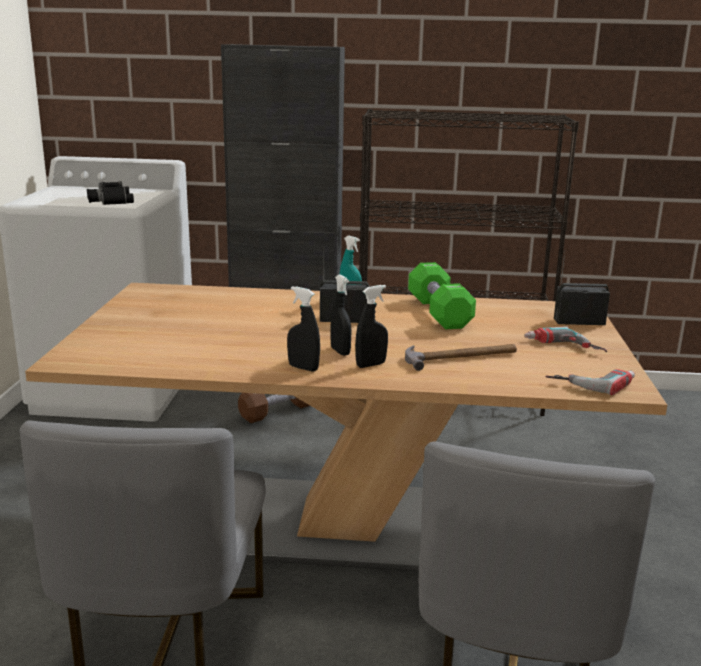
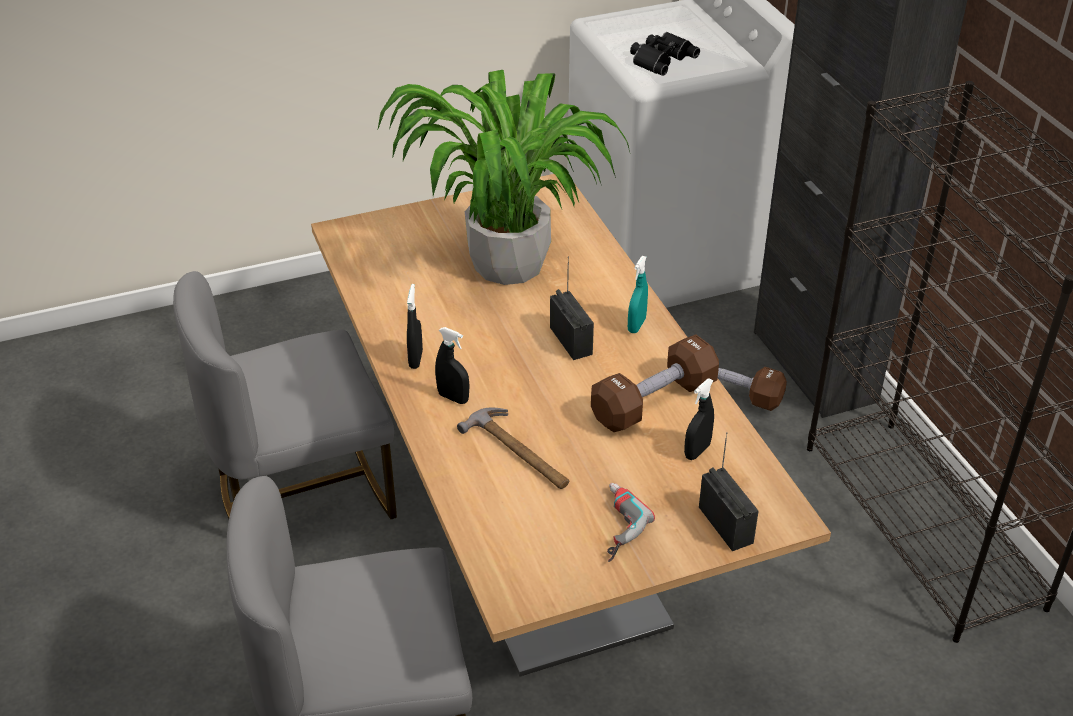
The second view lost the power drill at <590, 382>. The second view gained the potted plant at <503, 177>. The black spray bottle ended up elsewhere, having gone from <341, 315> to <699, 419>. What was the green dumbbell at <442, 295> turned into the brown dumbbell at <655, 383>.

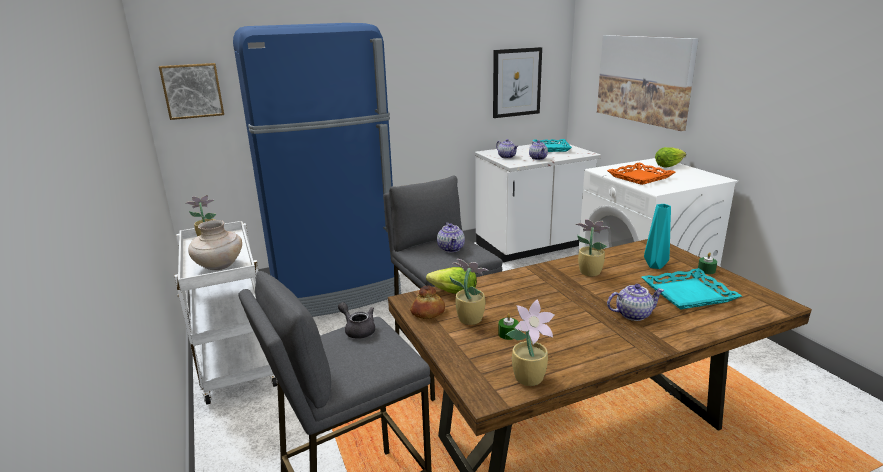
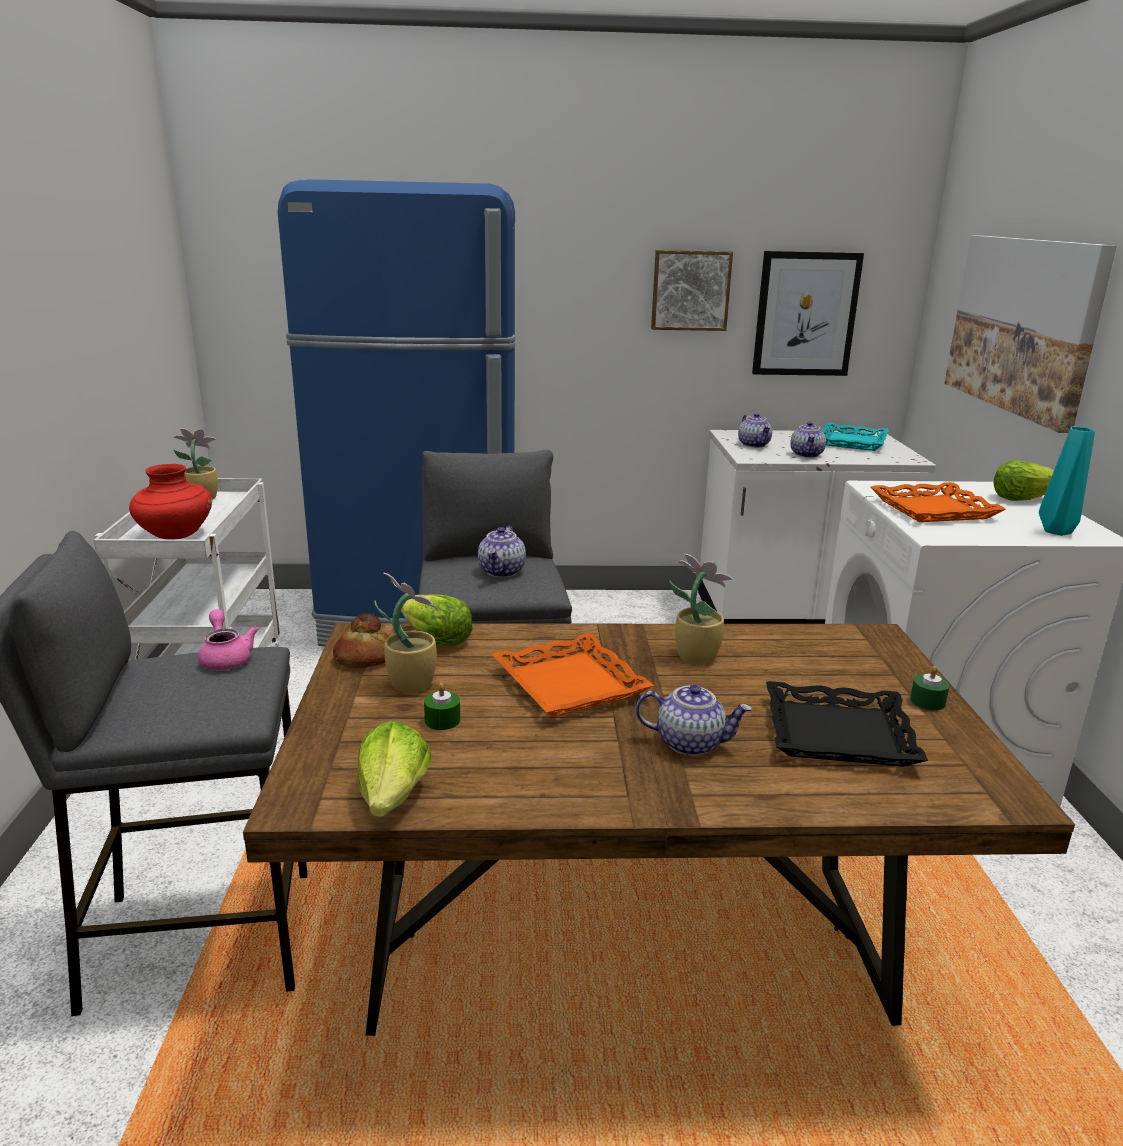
The second view gained the orange tray at <573, 675>. The picture ended up elsewhere, having gone from <191, 91> to <692, 290>. The turquoise vase ended up elsewhere, having gone from <657, 236> to <1067, 481>. Where the potted plant stood at <530, 343>, the lettuce came to stand at <394, 769>. What was the beige vase at <215, 245> turned into the red vase at <170, 501>. What was the grey teapot at <356, 320> turned into the pink teapot at <228, 639>. What was the turquoise tray at <692, 289> turned into the black tray at <847, 724>.

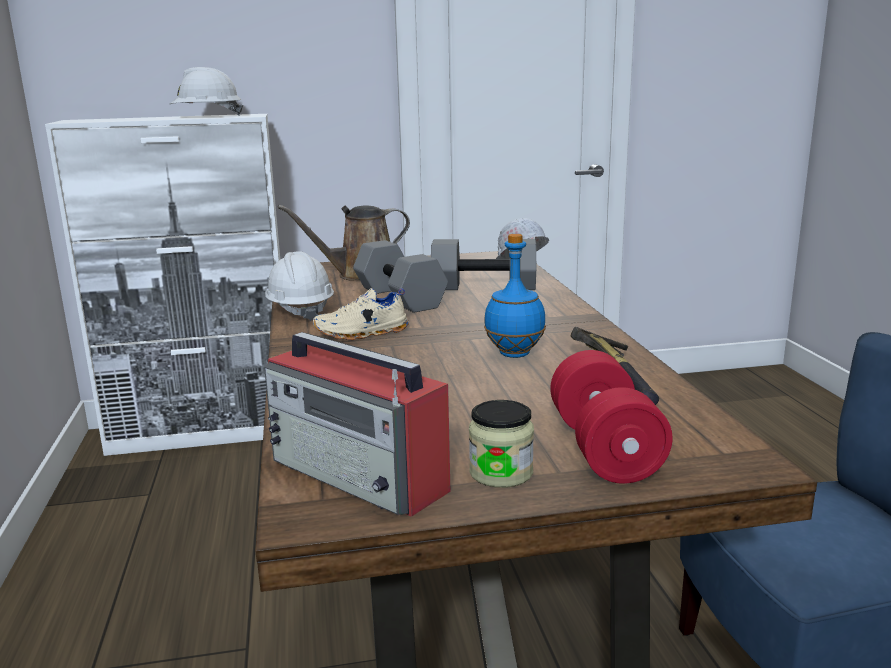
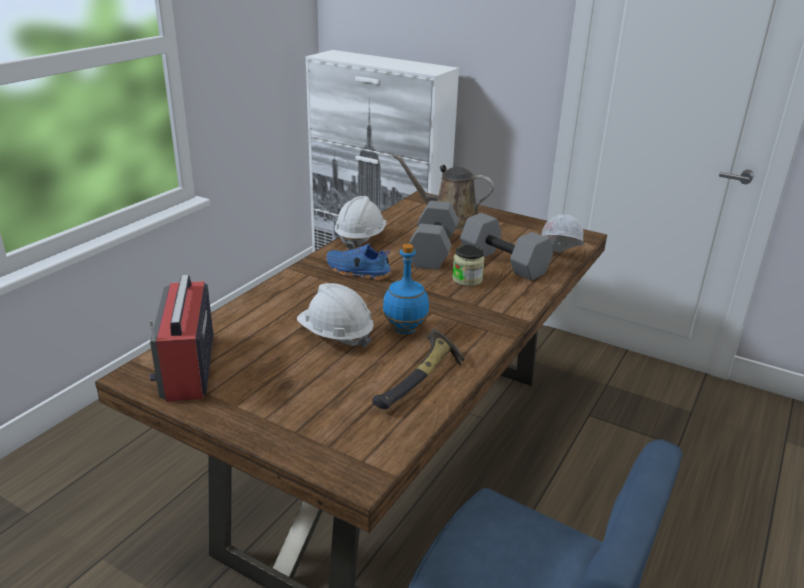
The second view lost the red dumbbell at <611, 417>. The white hard hat ended up elsewhere, having gone from <206, 91> to <335, 315>. The jar ended up elsewhere, having gone from <501, 444> to <468, 265>. What was the beige shoe at <361, 314> turned into the blue shoe at <359, 261>.

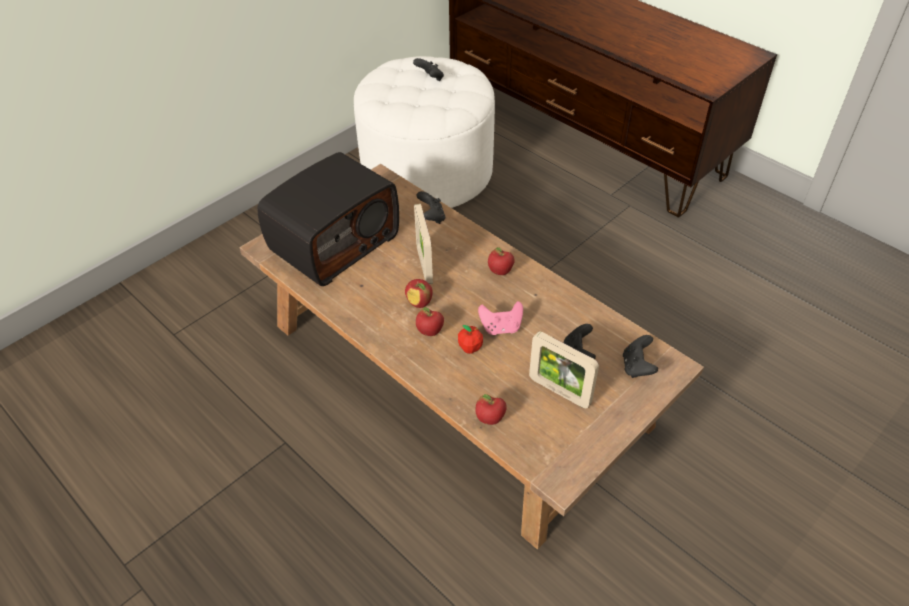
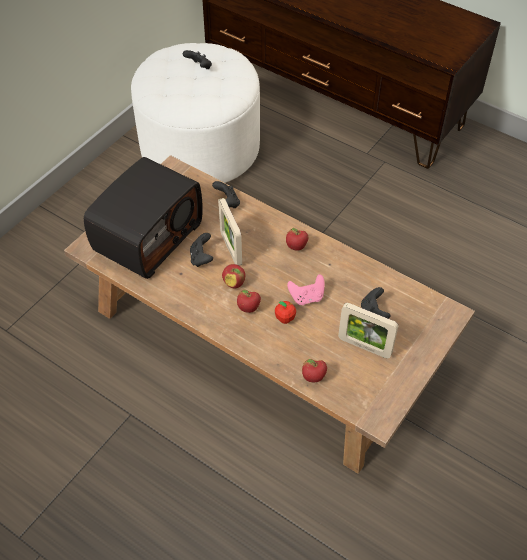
The black game controller ended up elsewhere, having gone from <640, 356> to <201, 250>.

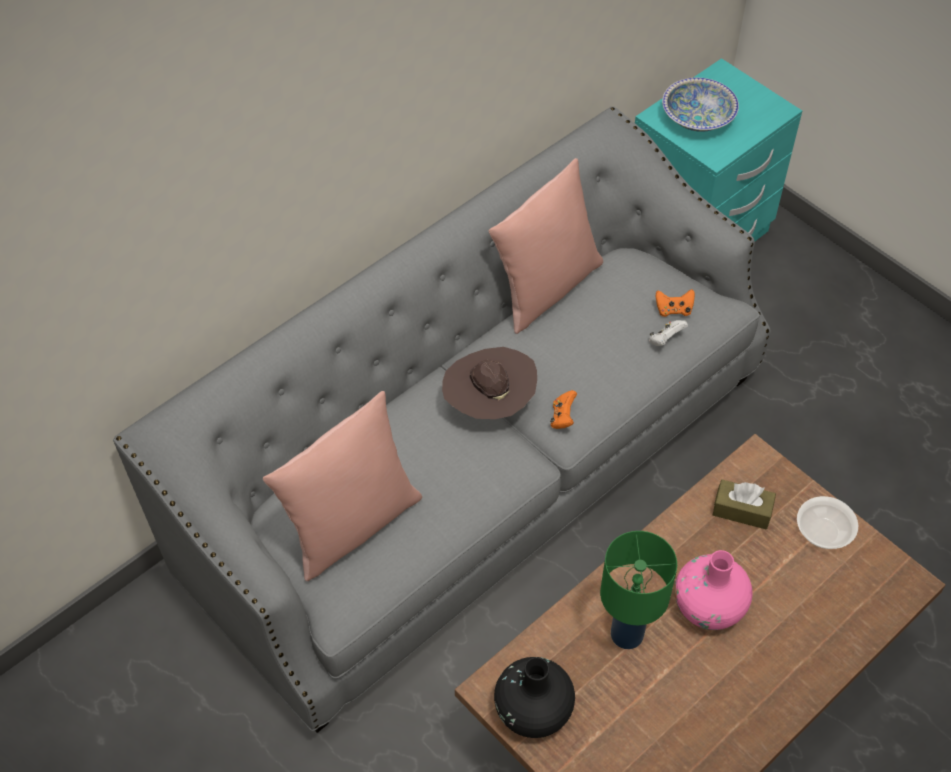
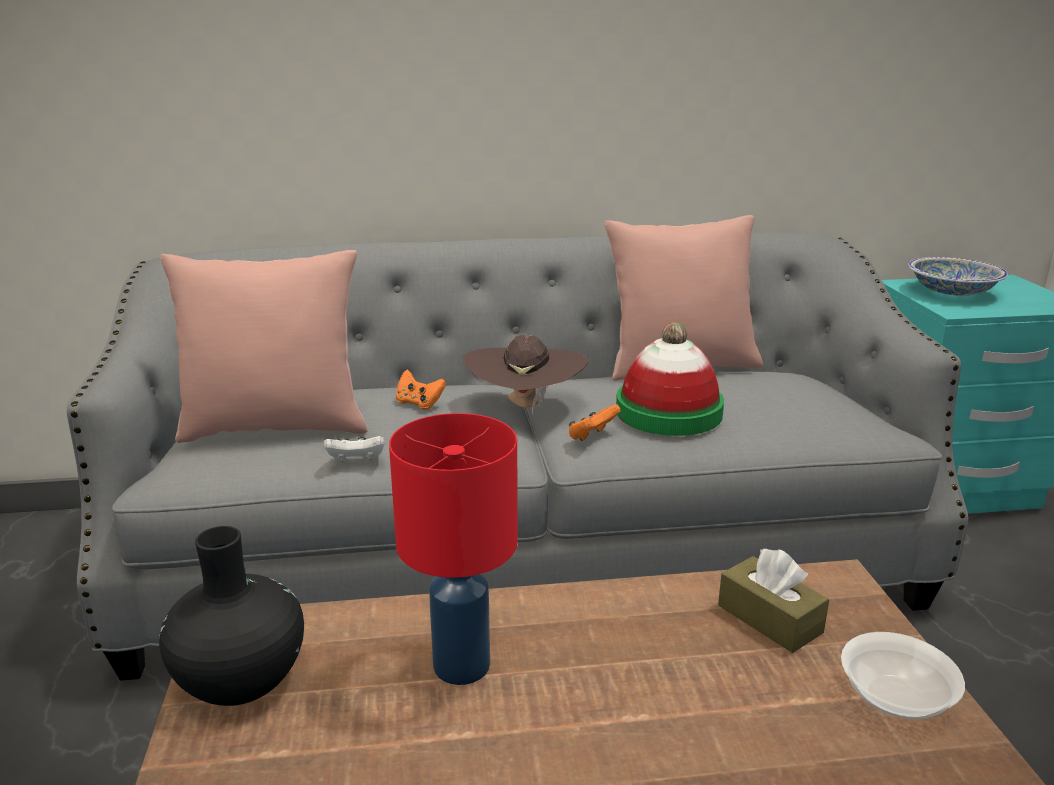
The second view lost the pink vase at <713, 590>. The second view gained the hat at <670, 379>. The white game controller ended up elsewhere, having gone from <668, 333> to <354, 449>. The orange game controller ended up elsewhere, having gone from <675, 303> to <421, 390>. What was the green table lamp at <638, 590> turned into the red table lamp at <453, 549>.

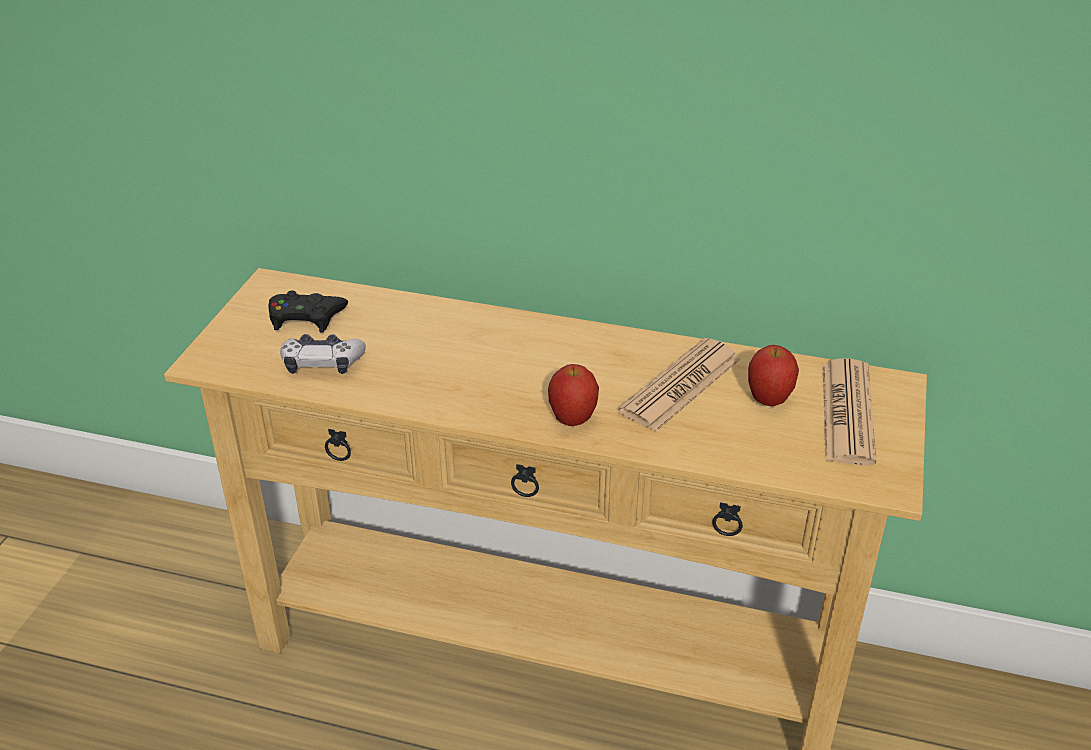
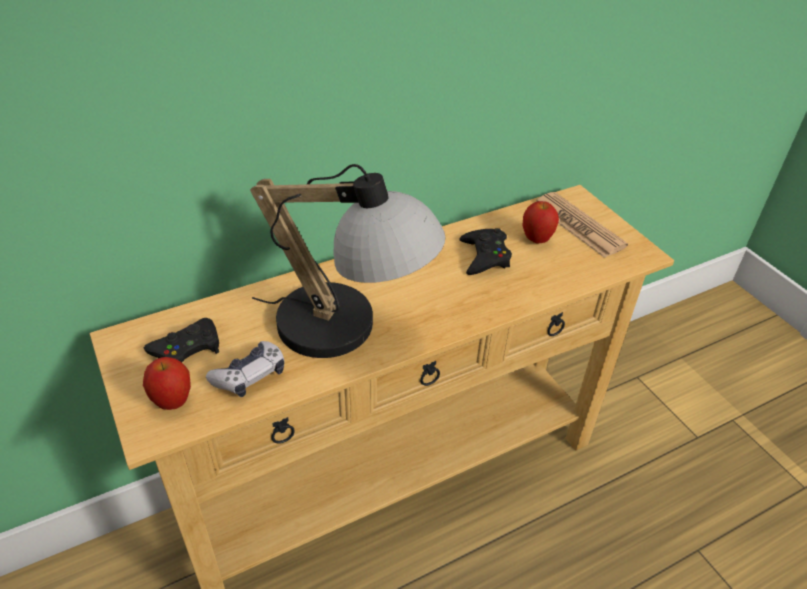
The second view gained the table lamp at <348, 261>. The apple ended up elsewhere, having gone from <573, 395> to <167, 383>. Where the newspaper stood at <679, 385>, the black game controller came to stand at <485, 251>.

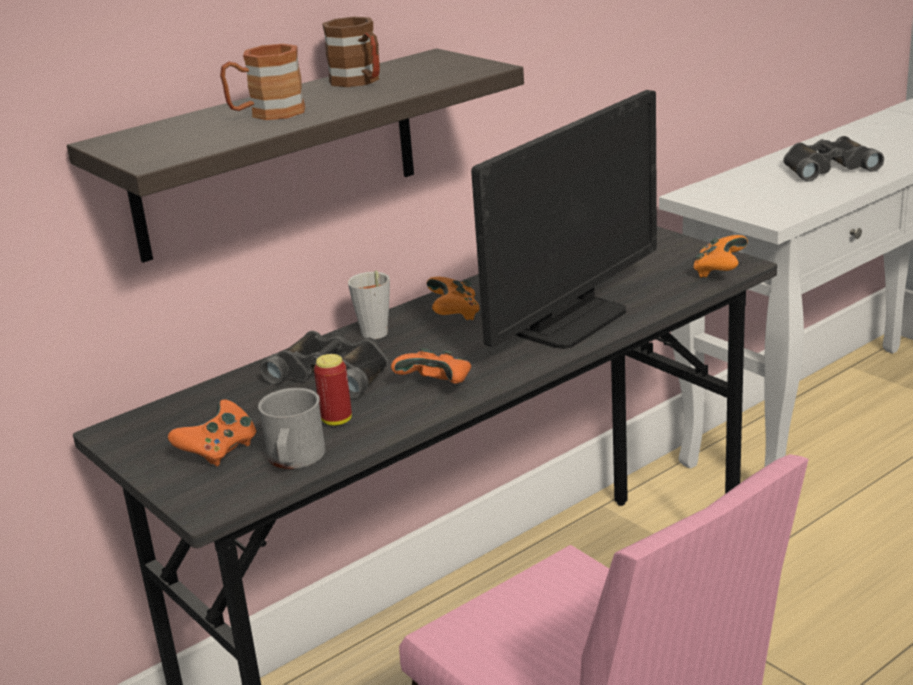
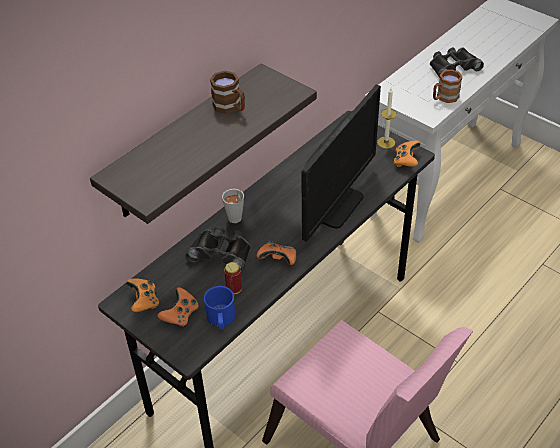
The second view gained the candle at <387, 119>. The brown mug ended up elsewhere, having gone from <262, 82> to <448, 86>. The orange game controller ended up elsewhere, having gone from <453, 298> to <142, 295>. What was the grey mug at <291, 428> turned into the blue mug at <219, 308>.

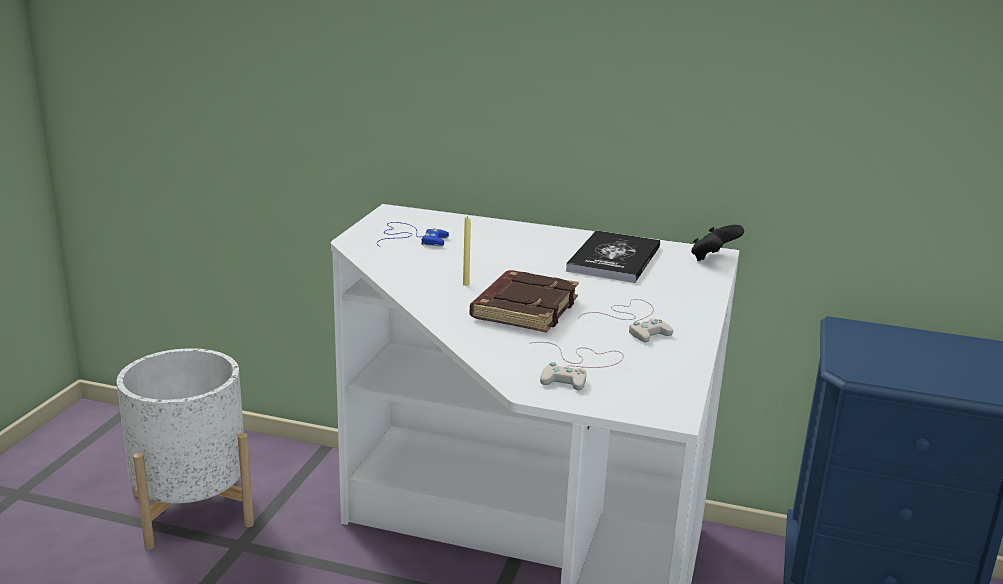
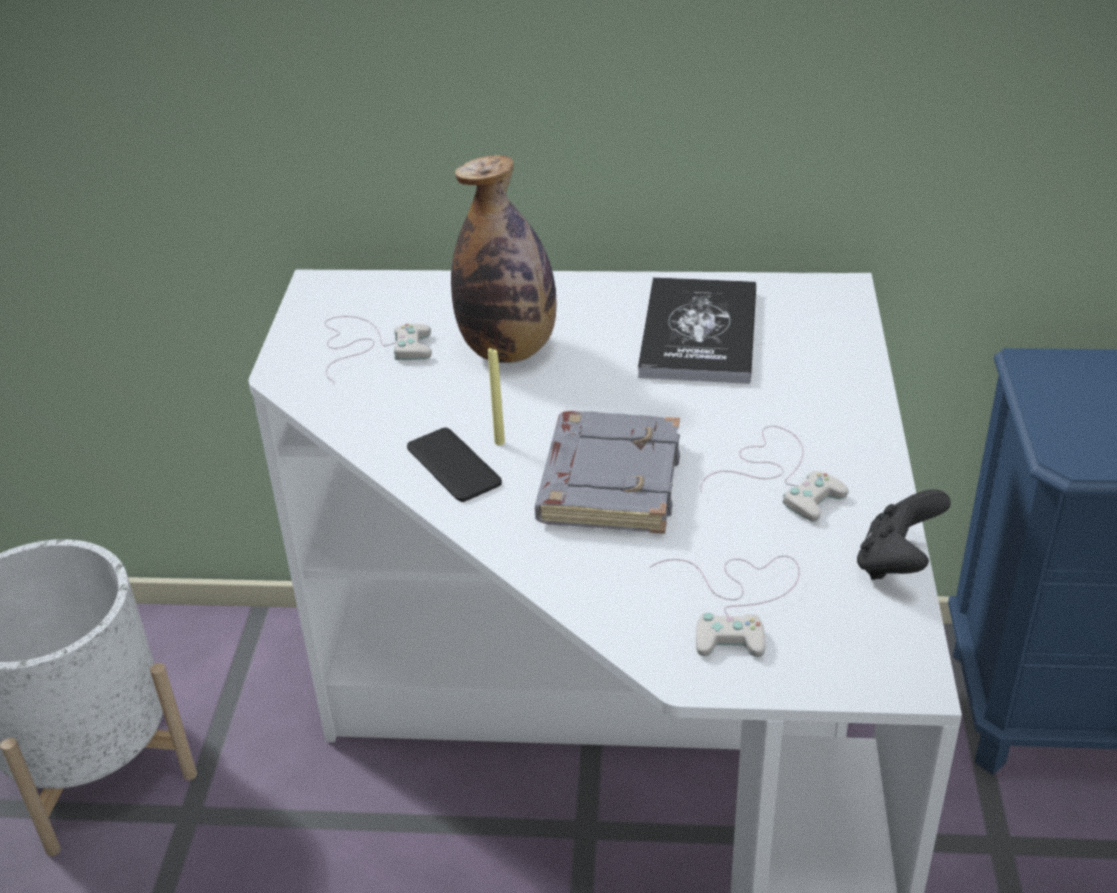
The second view gained the phone at <454, 464>. The second view gained the bottle at <503, 259>. The black game controller ended up elsewhere, having gone from <717, 243> to <904, 534>. What was the blue game controller at <413, 234> turned into the white game controller at <378, 349>. What was the brown book at <524, 301> turned into the grey book at <607, 472>.

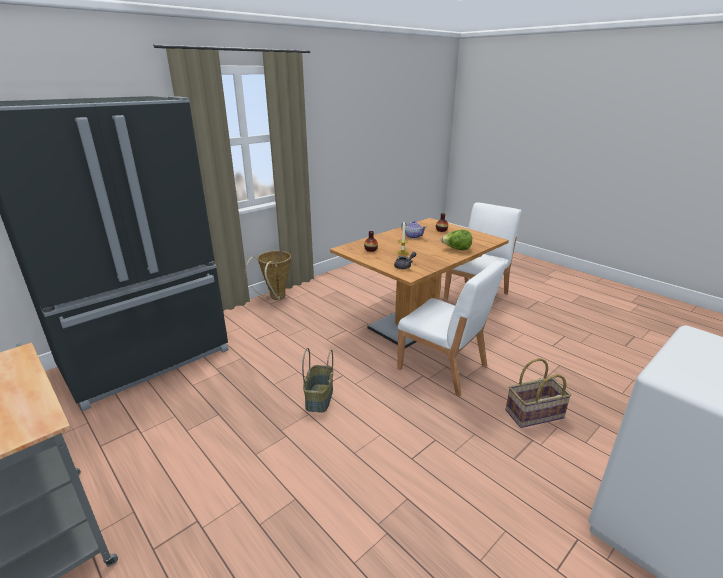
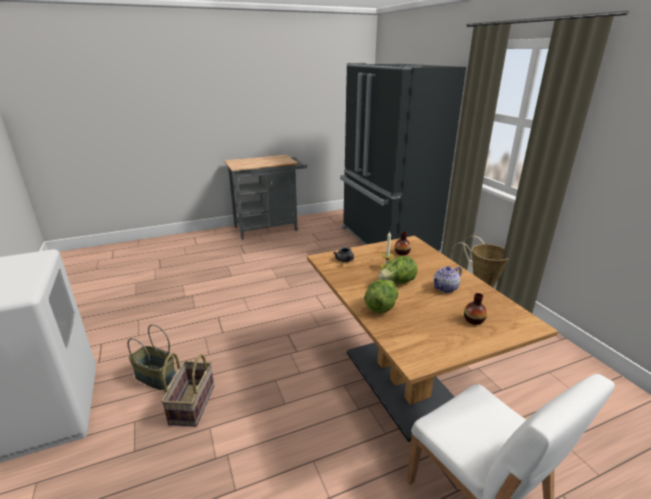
The second view lost the white chair at <451, 328>. The second view gained the lettuce at <398, 270>. The basket ended up elsewhere, having gone from <317, 380> to <151, 357>.

